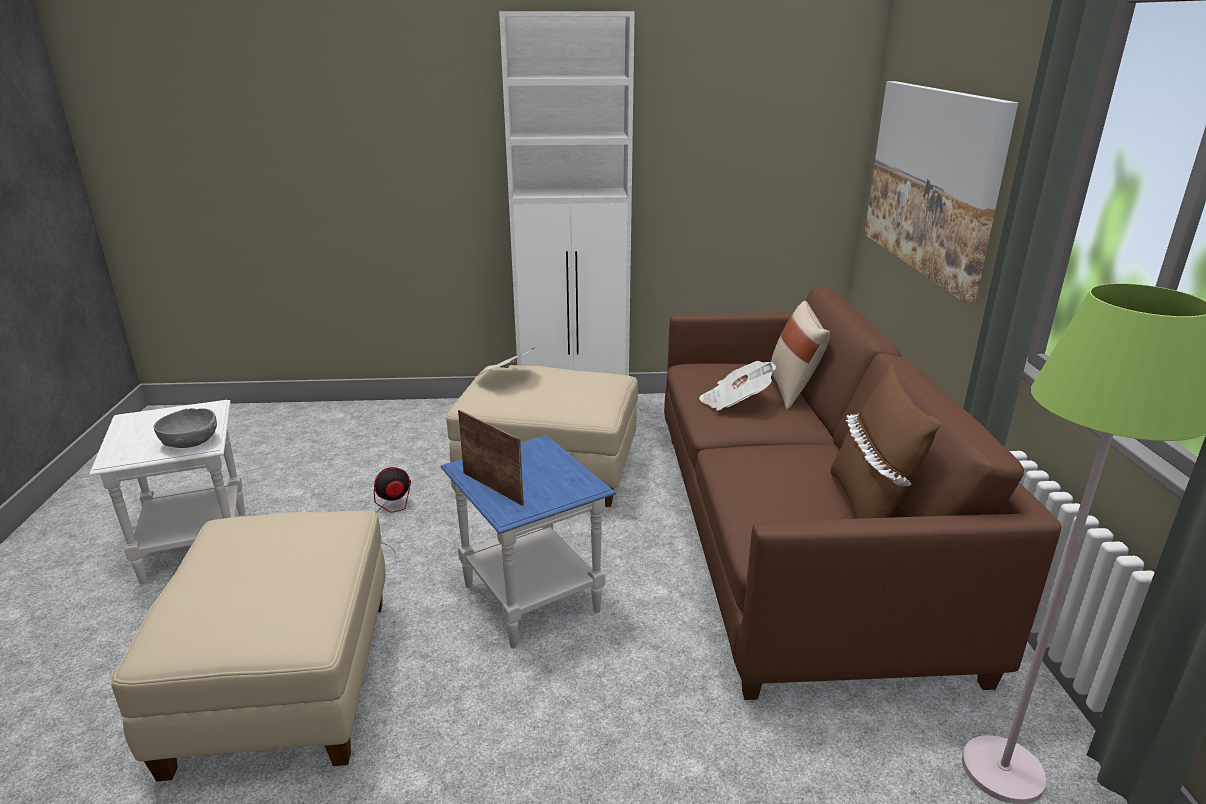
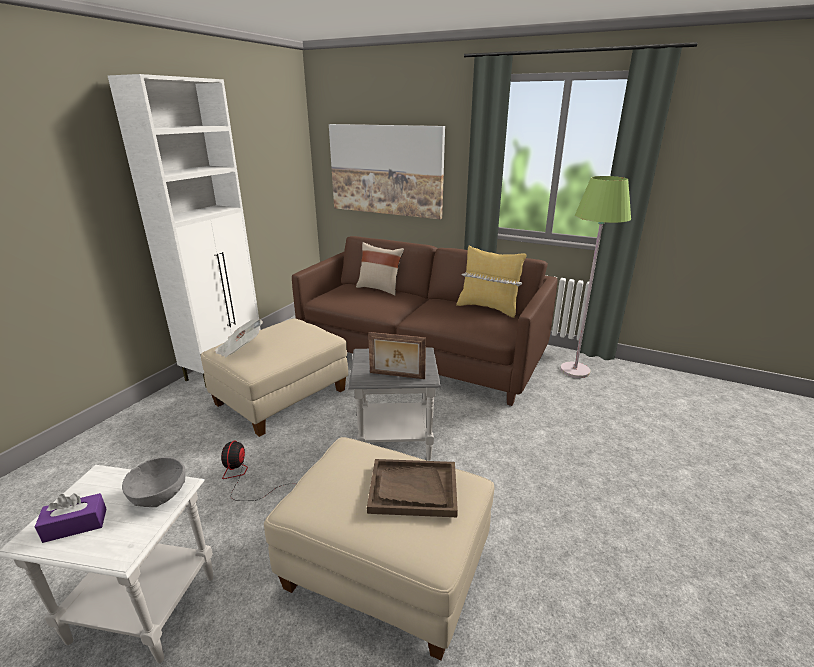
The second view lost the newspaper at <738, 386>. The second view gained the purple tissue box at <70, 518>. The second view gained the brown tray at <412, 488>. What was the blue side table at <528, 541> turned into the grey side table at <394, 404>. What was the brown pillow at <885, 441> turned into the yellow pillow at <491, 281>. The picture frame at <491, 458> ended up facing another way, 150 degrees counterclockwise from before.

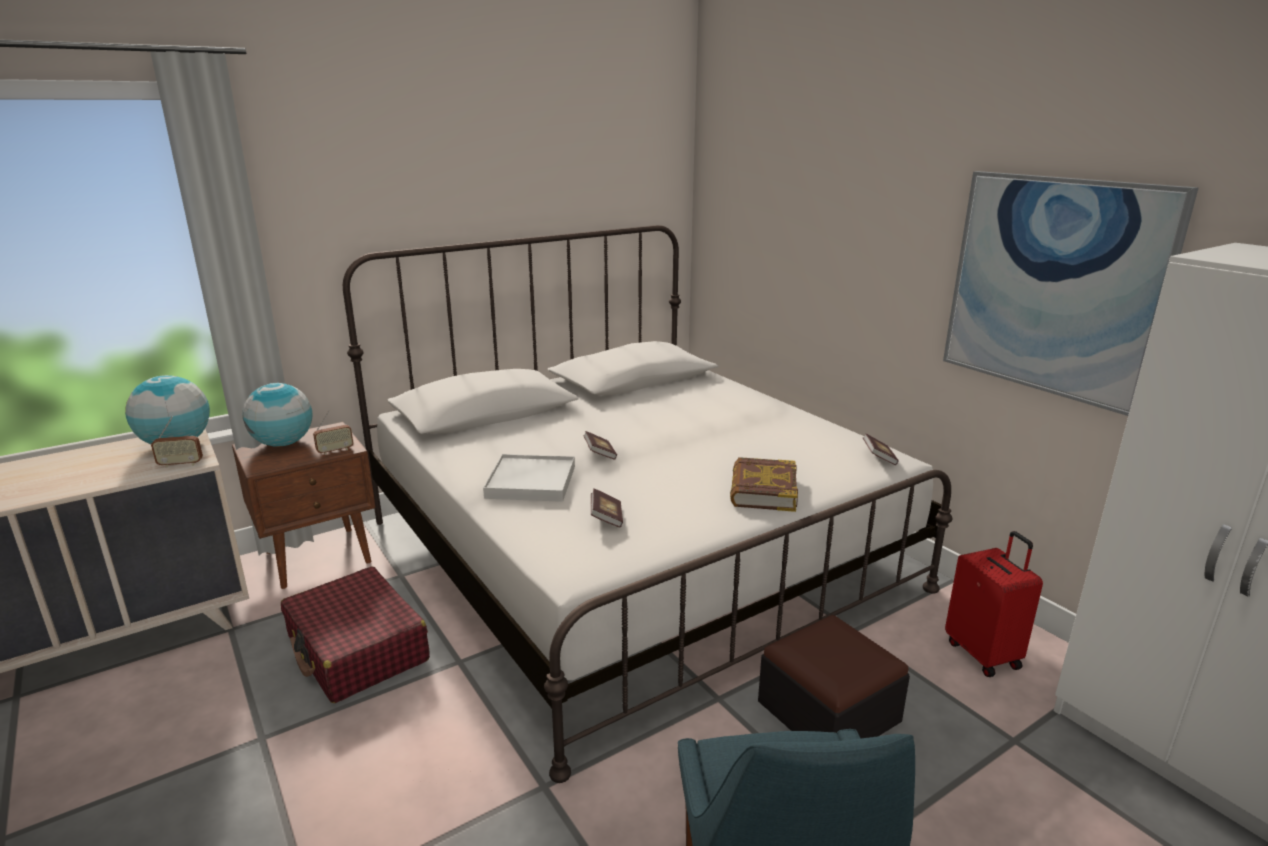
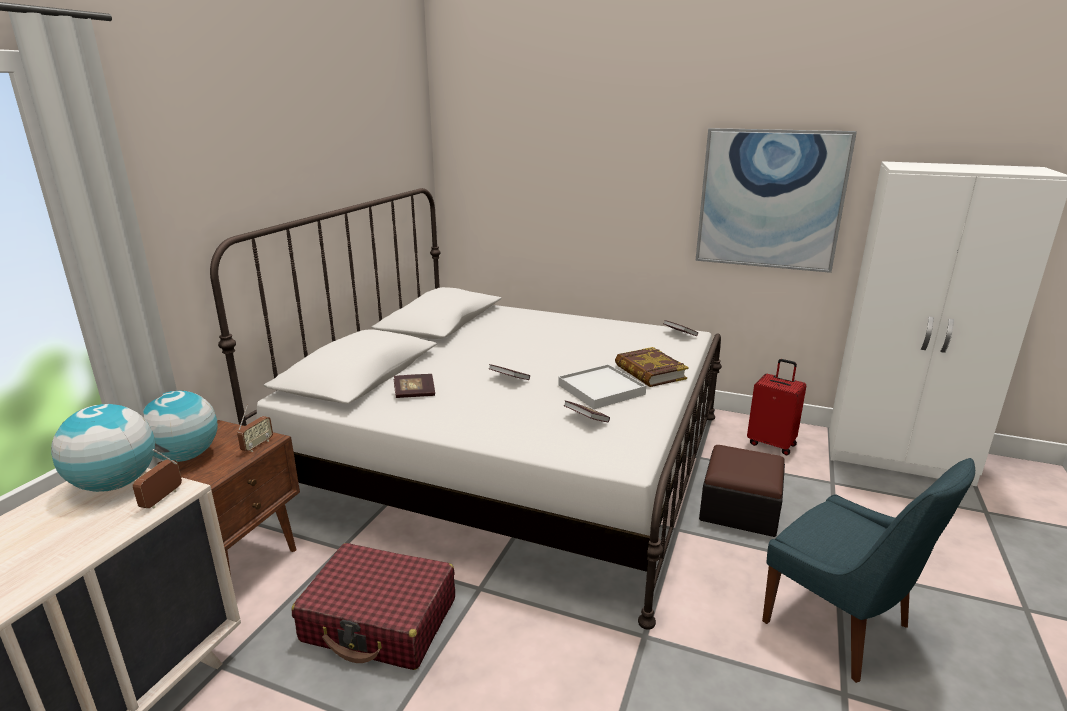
The second view gained the book at <414, 386>. The white tray ended up elsewhere, having gone from <529, 478> to <602, 386>. The radio at <177, 442> ended up facing another way, 150 degrees clockwise from before.

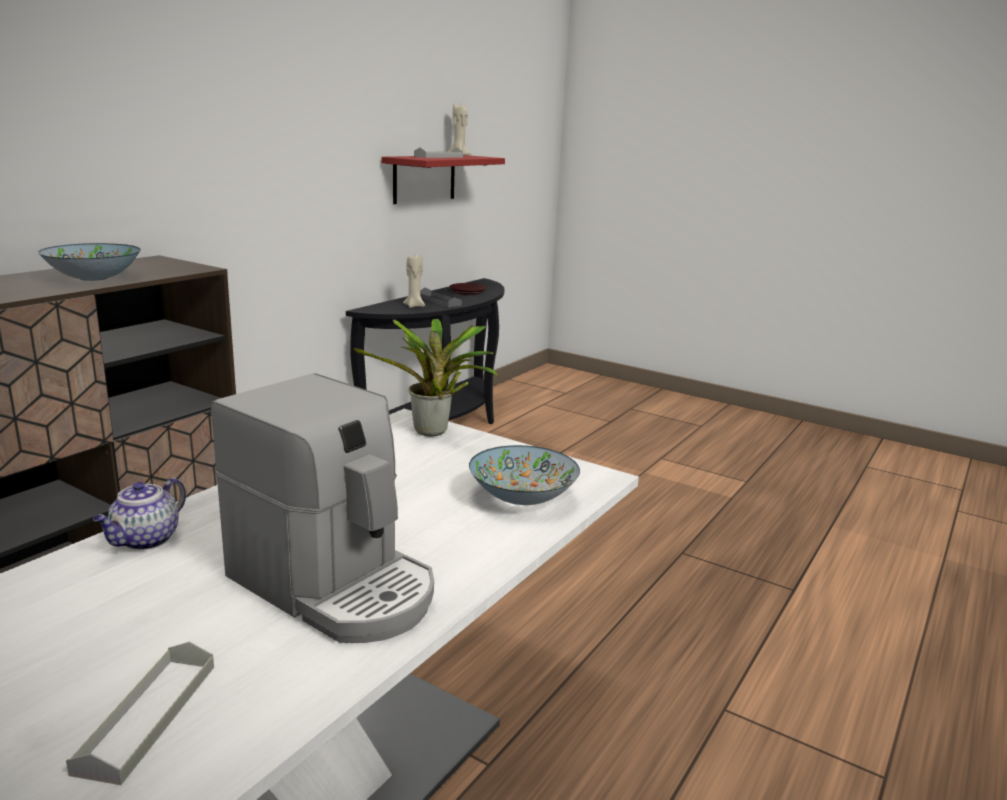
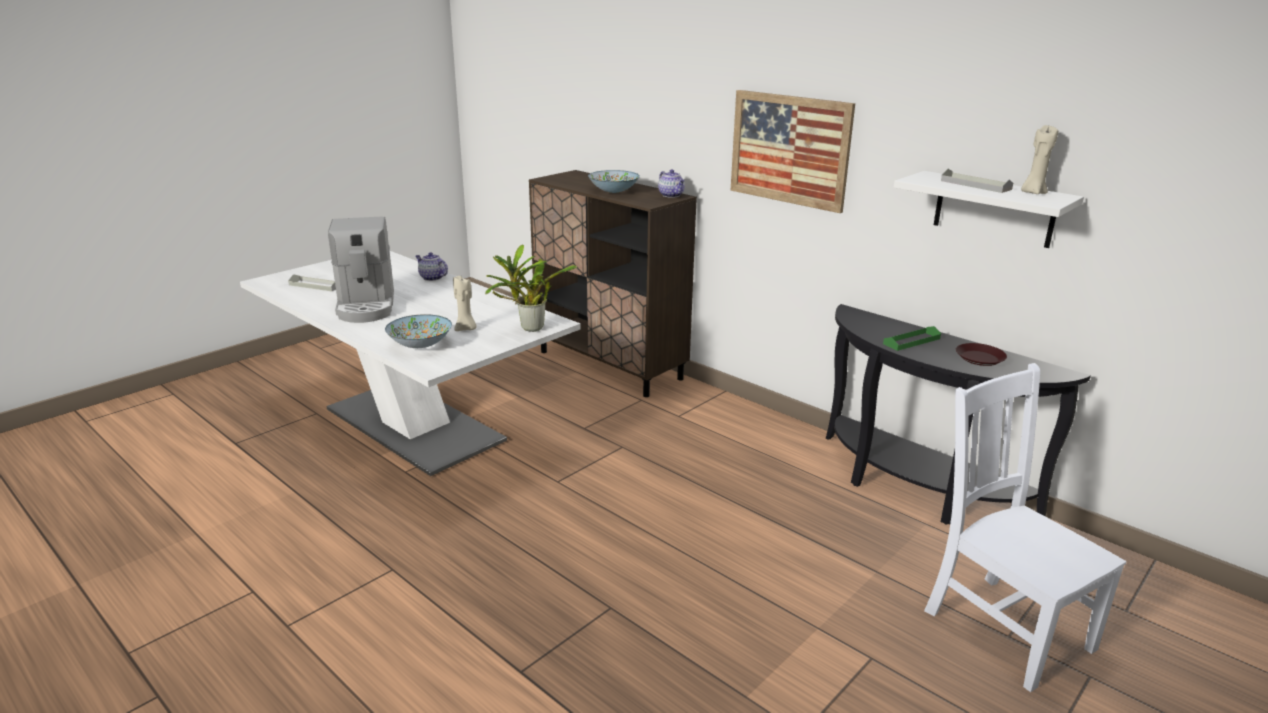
The second view gained the teapot at <671, 184>. The second view gained the picture at <792, 151>. The second view gained the white chair at <1025, 527>. The beige candle ended up elsewhere, having gone from <414, 281> to <465, 303>. What was the red shelf at <443, 179> turned into the white shelf at <989, 209>. What was the grey tray at <441, 297> turned into the green tray at <912, 338>. The coffee machine at <322, 508> ended up facing another way, 60 degrees counterclockwise from before.

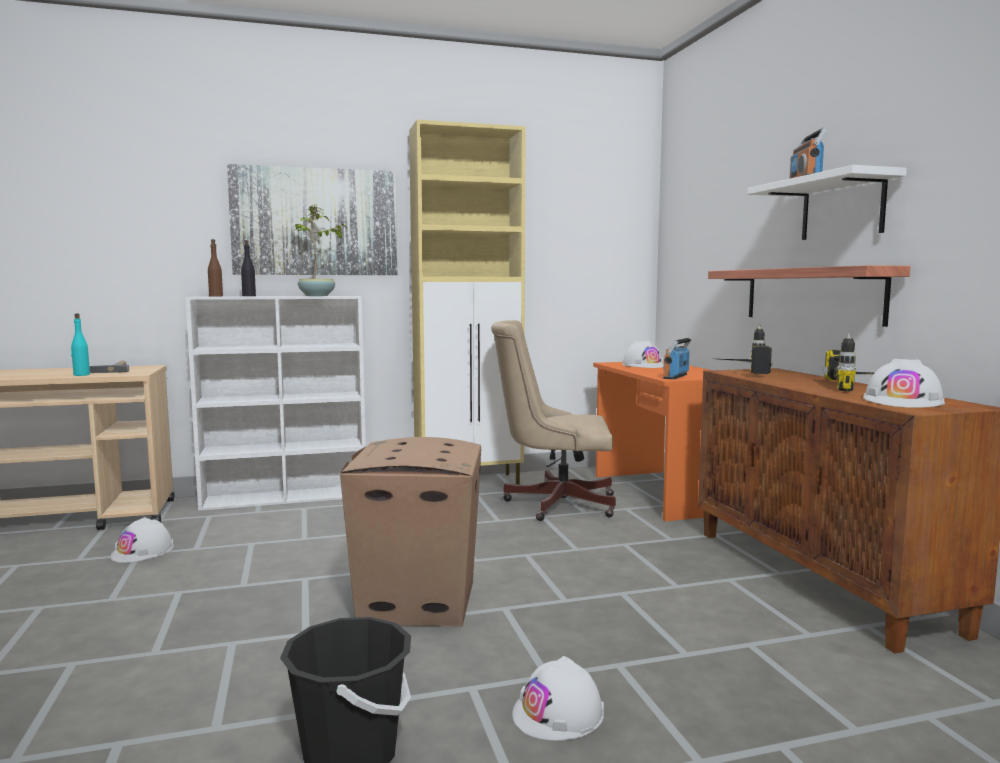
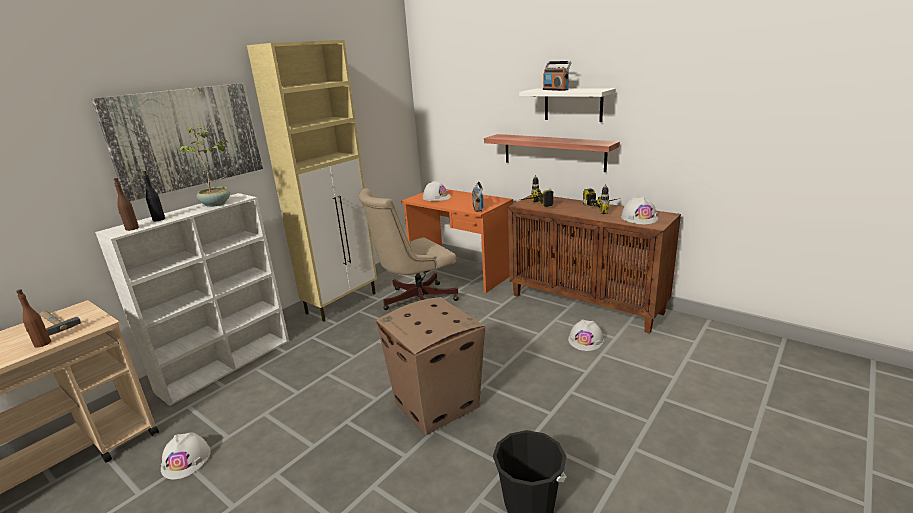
The white hard hat ended up elsewhere, having gone from <558, 698> to <586, 335>. What was the turquoise bottle at <80, 344> turned into the brown bottle at <33, 318>.

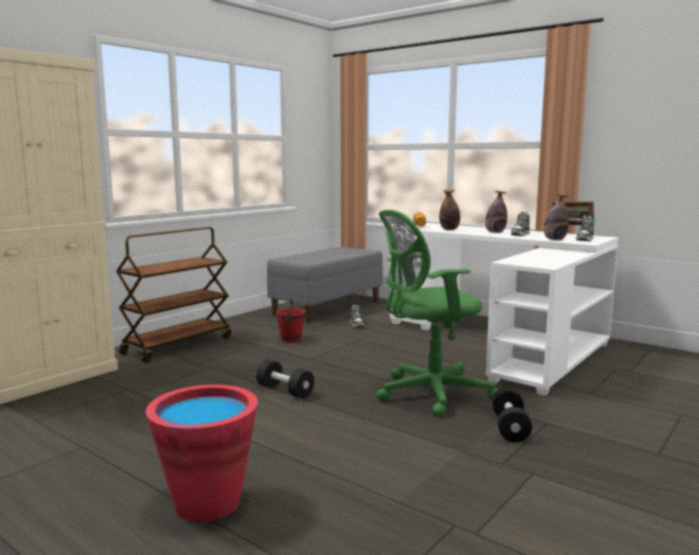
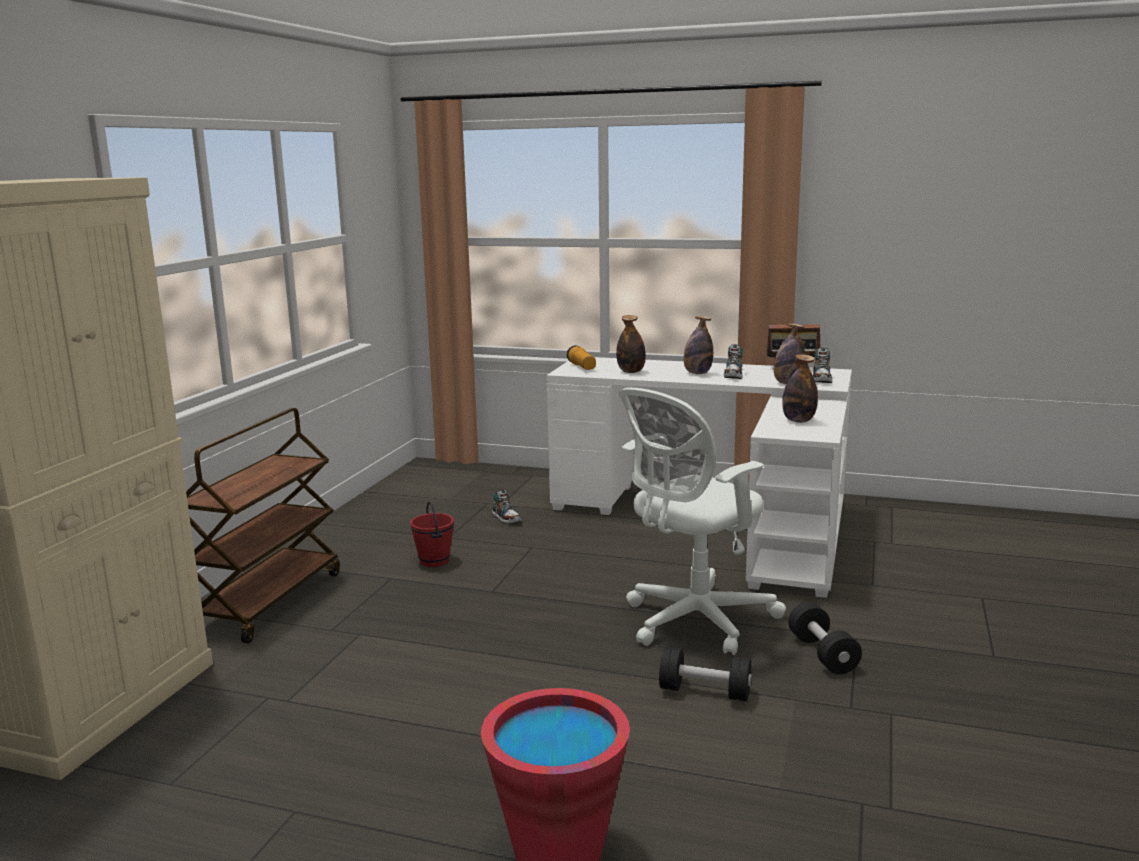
The second view lost the grey bench at <325, 285>. The second view gained the bottle at <800, 388>. The black dumbbell ended up elsewhere, having gone from <285, 379> to <705, 674>. What was the green office chair at <437, 313> turned into the white office chair at <702, 521>.

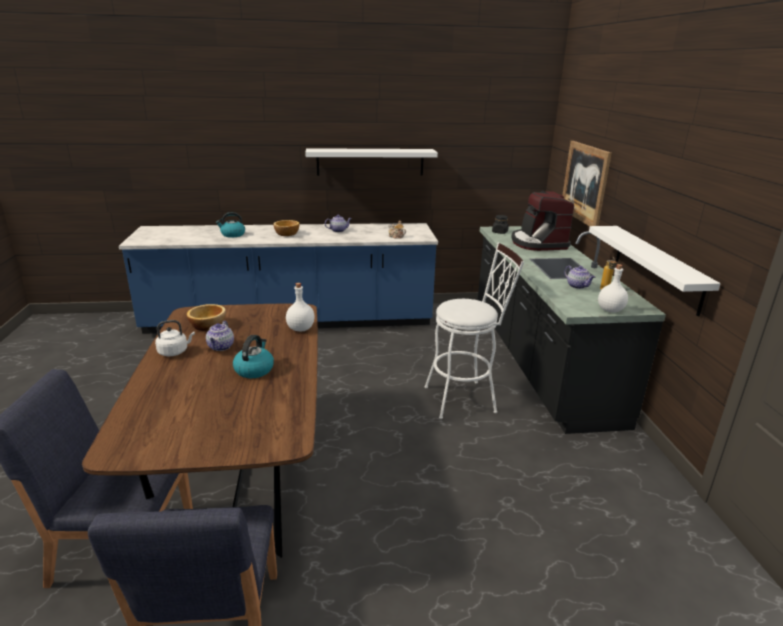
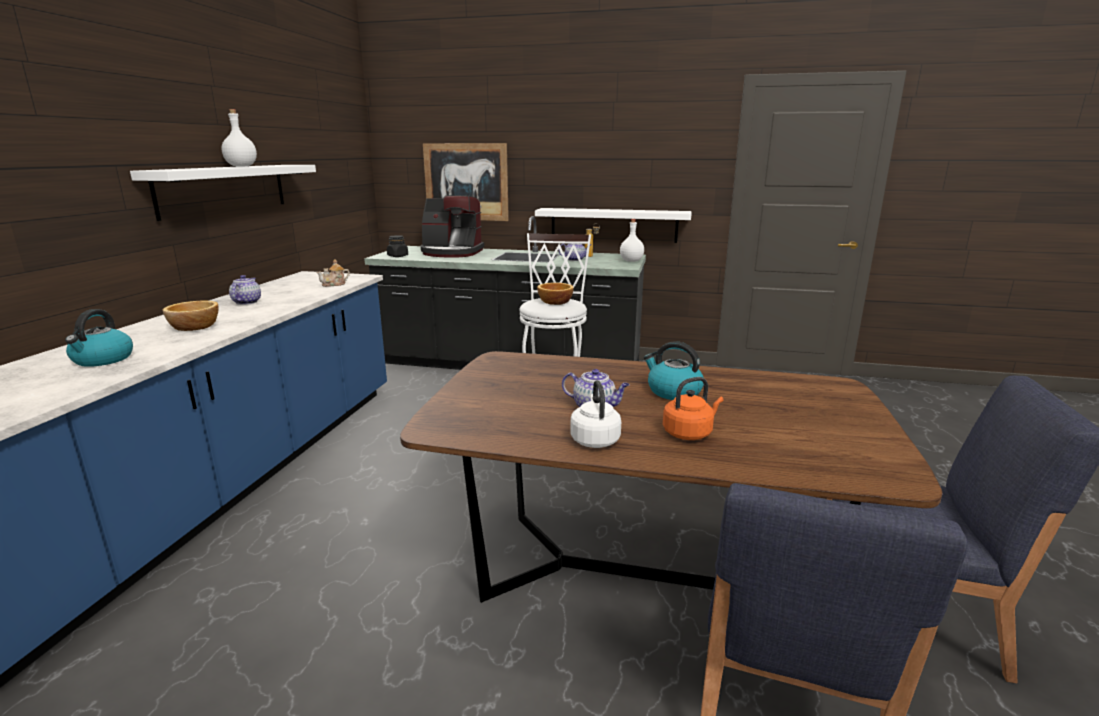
The second view gained the orange kettle at <693, 408>. The bowl ended up elsewhere, having gone from <206, 317> to <555, 293>. The white bottle ended up elsewhere, having gone from <300, 307> to <239, 138>.

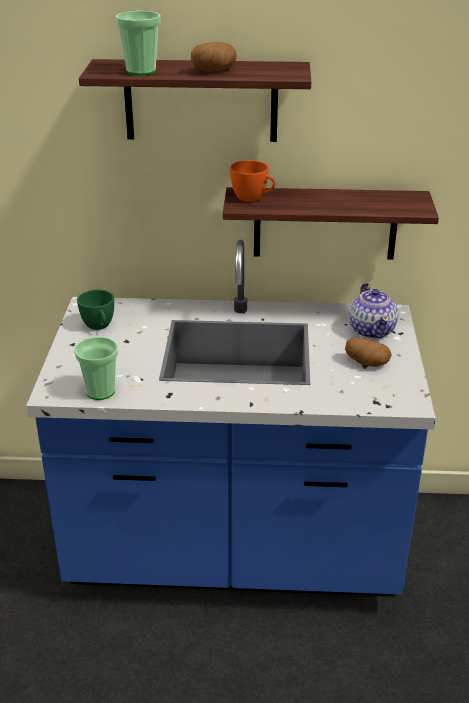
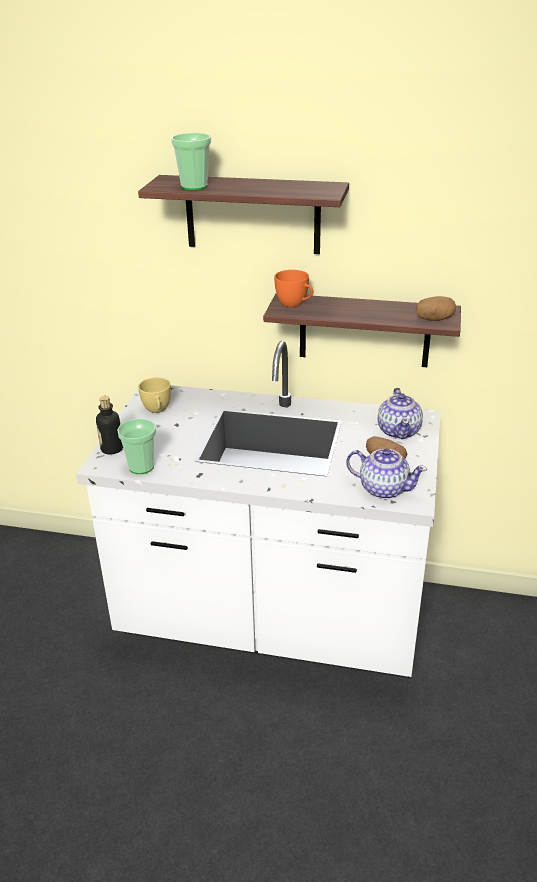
The second view gained the bottle at <109, 425>. The second view gained the teapot at <386, 474>. The potato ended up elsewhere, having gone from <214, 57> to <436, 308>. What was the blue counter at <231, 418> turned into the white counter at <258, 509>. What was the green cup at <95, 309> turned into the yellow cup at <154, 395>.

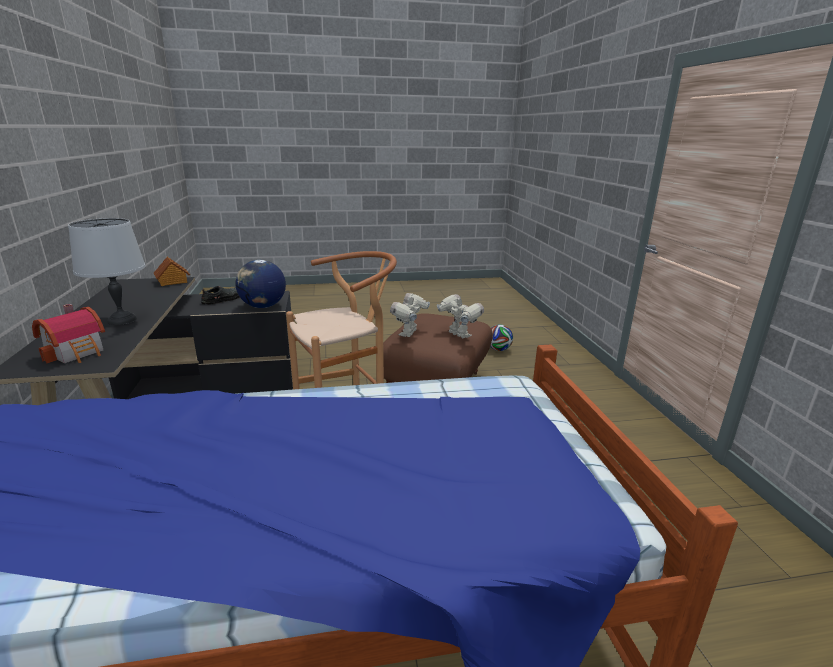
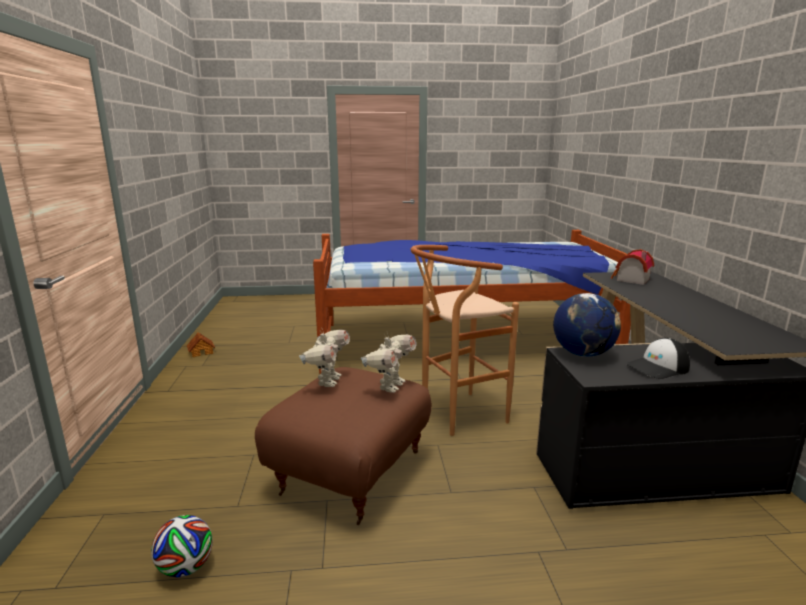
The second view lost the grey table lamp at <107, 271>. The toy house ended up elsewhere, having gone from <171, 271> to <201, 344>. Where the black shoe stood at <220, 295>, the cap came to stand at <658, 358>. The toy robot at <460, 316> ended up facing another way, 135 degrees counterclockwise from before.

